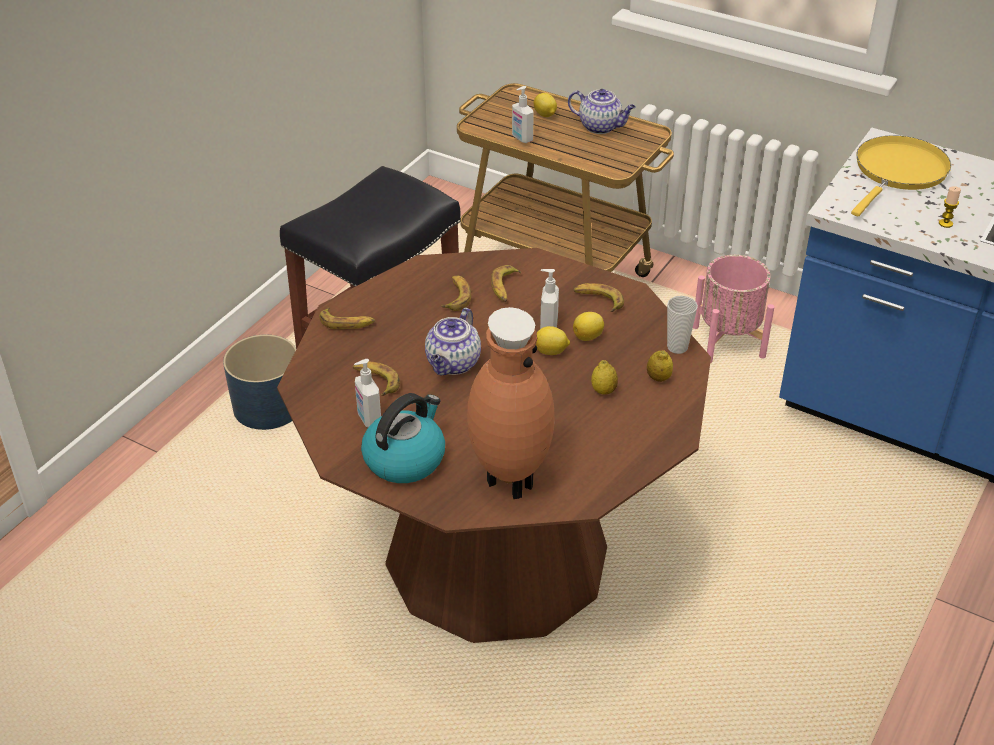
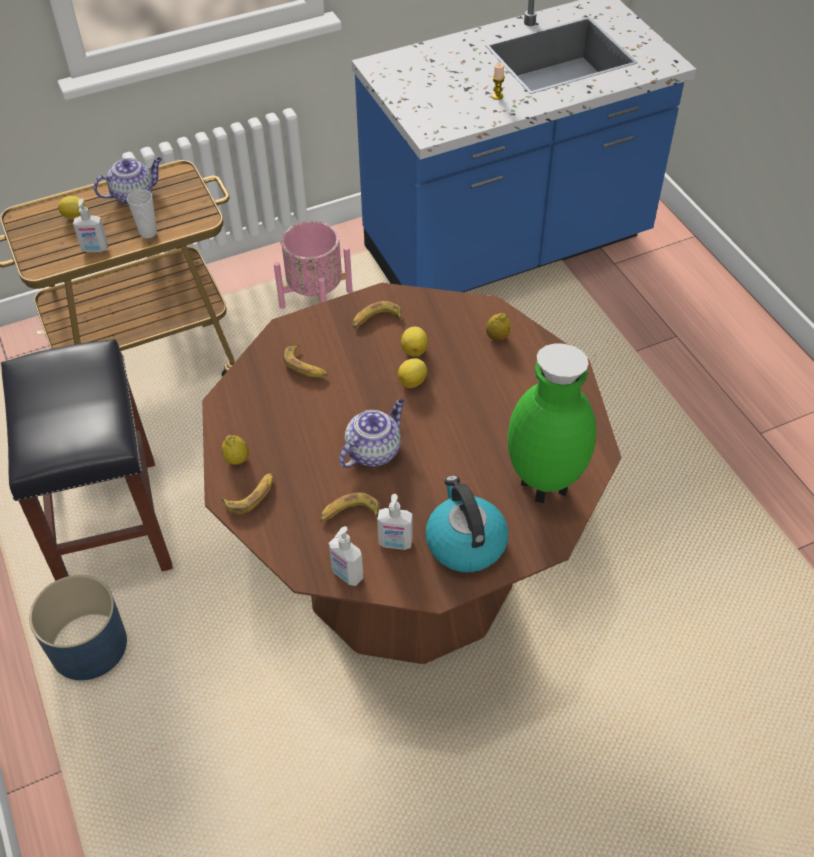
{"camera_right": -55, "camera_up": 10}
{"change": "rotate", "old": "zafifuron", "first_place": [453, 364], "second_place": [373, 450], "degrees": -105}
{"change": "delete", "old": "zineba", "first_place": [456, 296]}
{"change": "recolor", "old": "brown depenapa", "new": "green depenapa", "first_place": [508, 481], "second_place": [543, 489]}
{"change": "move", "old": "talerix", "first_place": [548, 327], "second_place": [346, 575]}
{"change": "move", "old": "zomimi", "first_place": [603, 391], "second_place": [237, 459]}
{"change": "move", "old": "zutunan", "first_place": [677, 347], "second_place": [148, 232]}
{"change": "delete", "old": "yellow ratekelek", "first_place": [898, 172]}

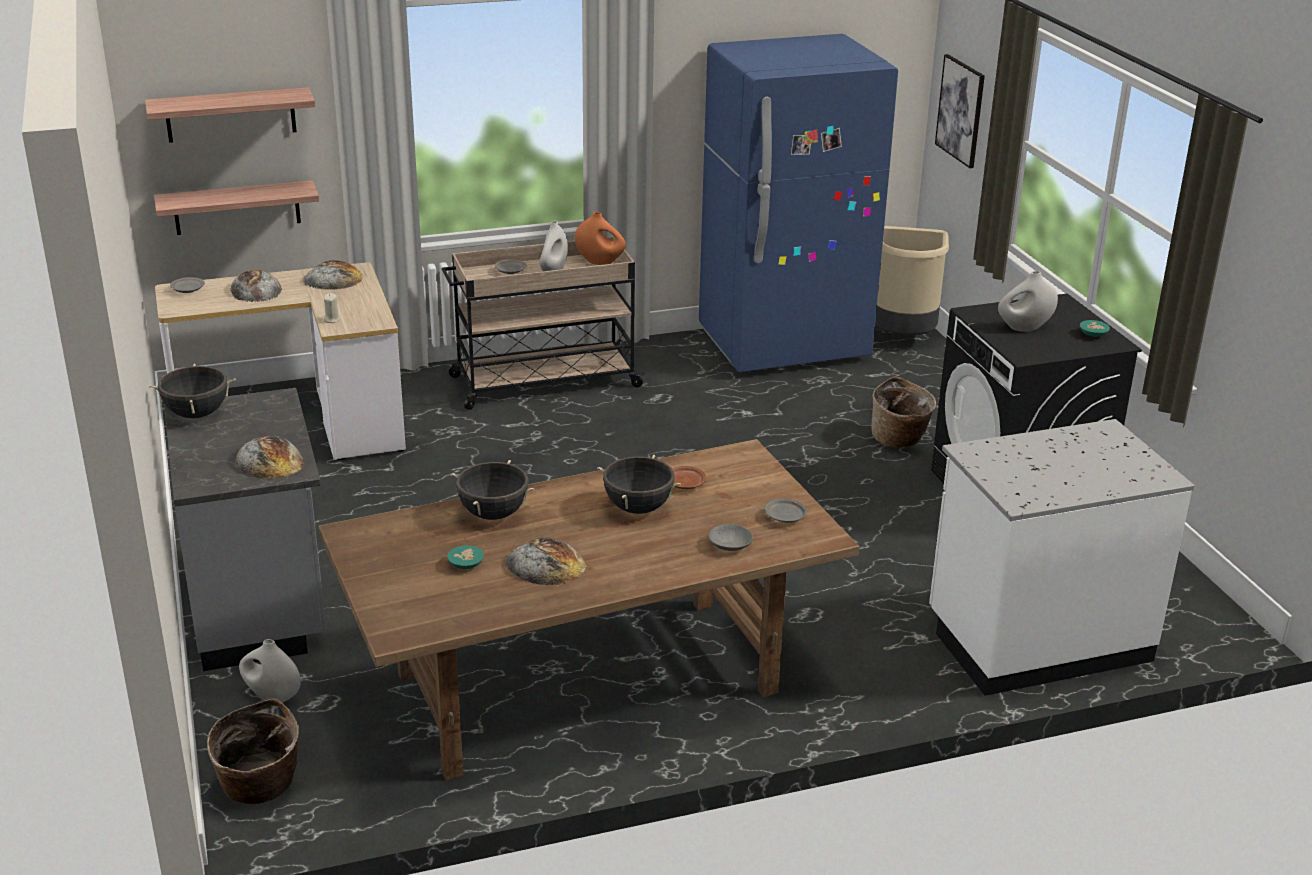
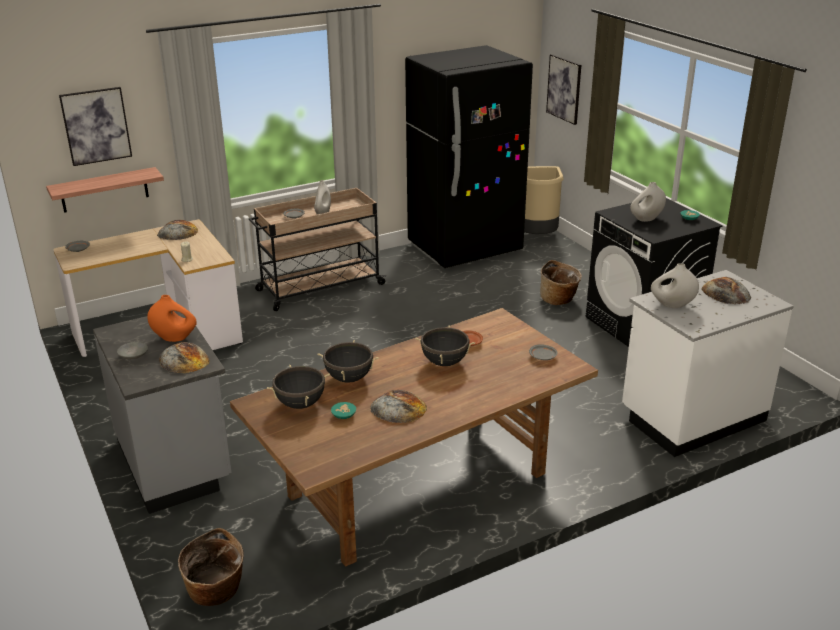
{"camera_right": -10, "camera_up": 0}
{"change": "replace", "old": "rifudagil", "new": "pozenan", "first_place": [230, 115], "second_place": [96, 126]}
{"change": "move", "old": "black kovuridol", "first_place": [197, 414], "second_place": [300, 404]}
{"change": "move", "old": "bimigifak", "first_place": [255, 290], "second_place": [726, 293]}
{"change": "move", "old": "white depenapa", "first_place": [272, 697], "second_place": [672, 305]}
{"change": "move", "old": "orange depenapa", "first_place": [600, 262], "second_place": [174, 338]}
{"change": "recolor", "old": "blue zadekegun", "new": "black zadekegun", "first_place": [784, 345], "second_place": [465, 248]}
{"change": "move", "old": "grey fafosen", "first_place": [730, 545], "second_place": [133, 355]}

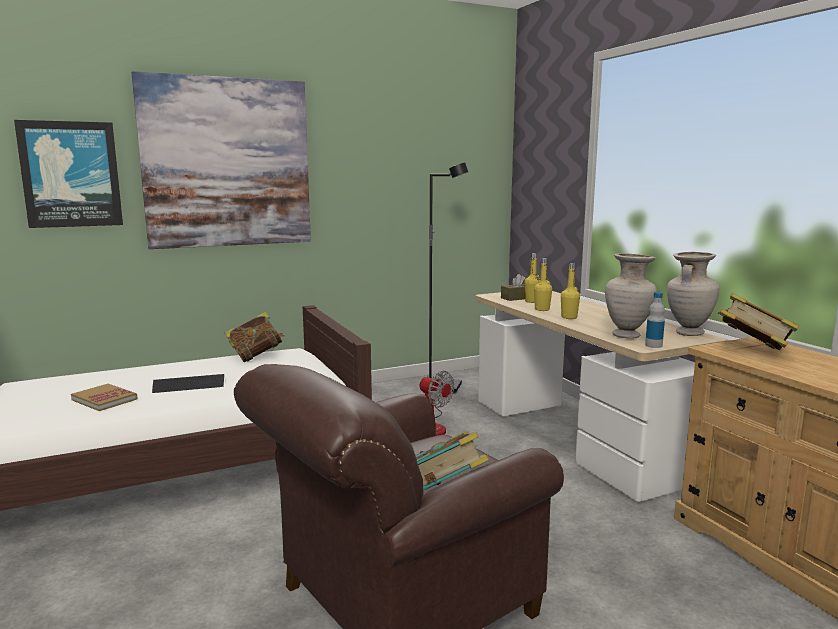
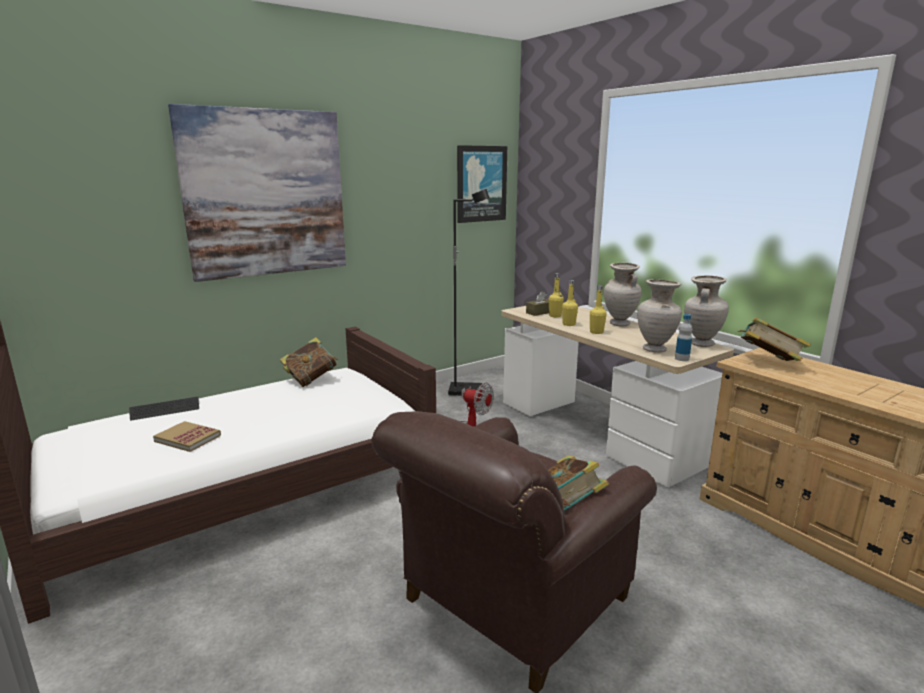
{"camera_right": -10, "camera_up": 5}
{"change": "move", "old": "pozenan", "first_place": [71, 174], "second_place": [481, 184]}
{"change": "move", "old": "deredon", "first_place": [189, 385], "second_place": [165, 410]}
{"change": "insert", "new": "beige depenapa", "second_place": [619, 324]}

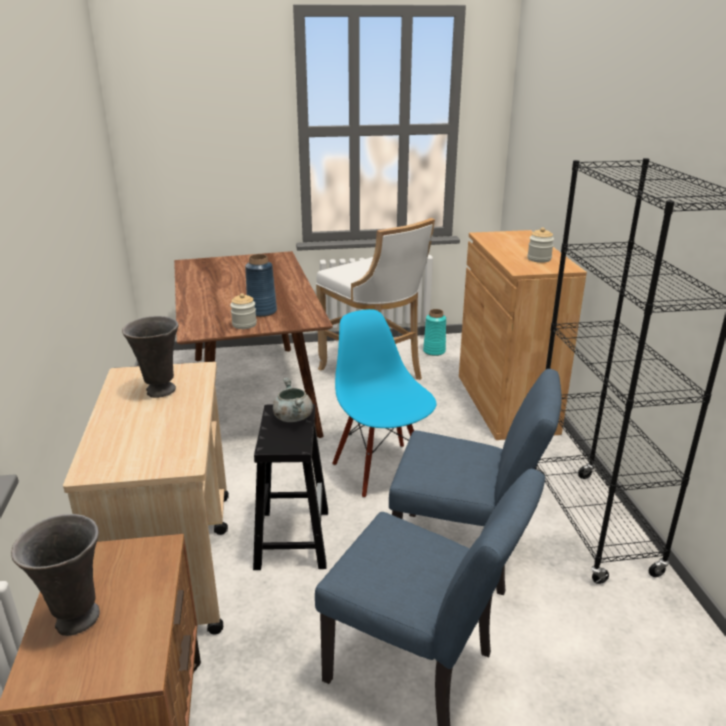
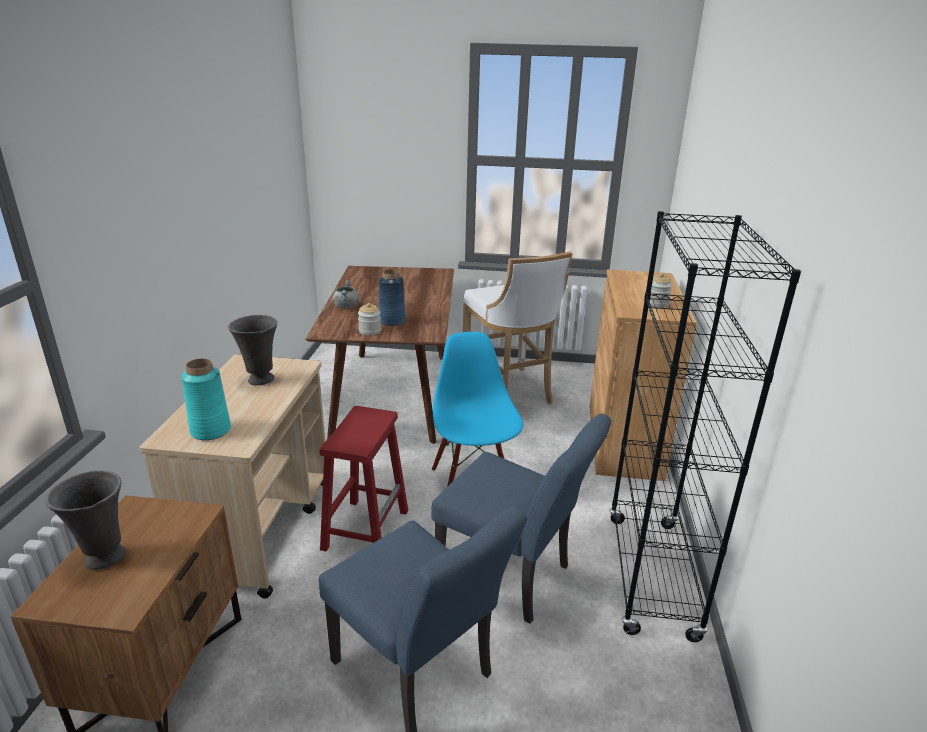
{"camera_right": 15, "camera_up": 0}
{"change": "recolor", "old": "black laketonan", "new": "red laketonan", "first_place": [292, 537], "second_place": [366, 528]}
{"change": "move", "old": "grey kovuridol", "first_place": [292, 417], "second_place": [346, 306]}
{"change": "move", "old": "turquoise depenapa", "first_place": [434, 351], "second_place": [210, 430]}

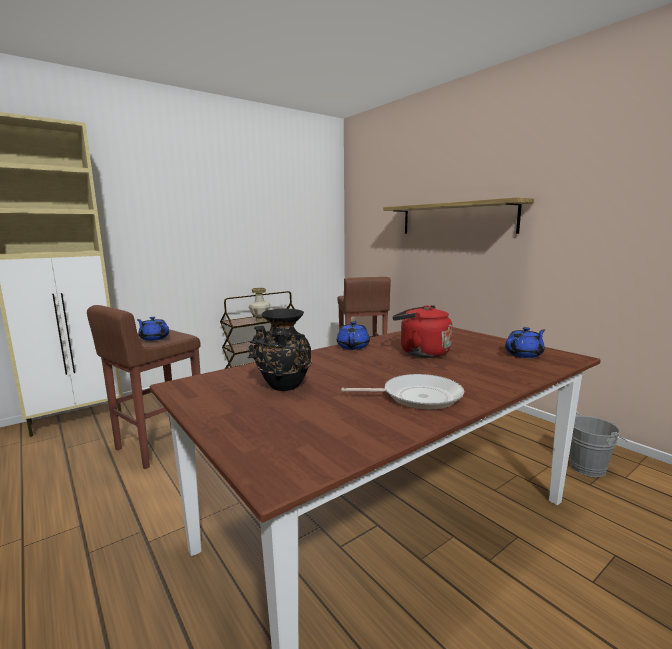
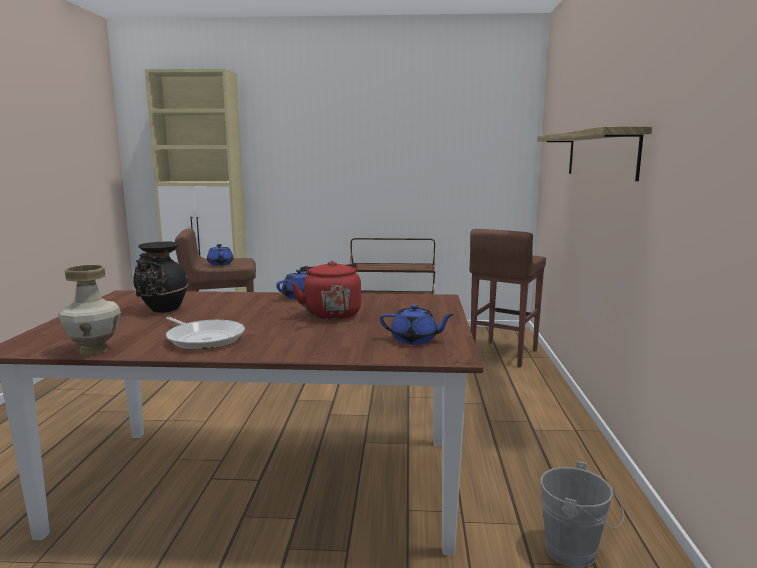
{"camera_right": 40, "camera_up": 0}
{"change": "move", "old": "depenapa", "first_place": [260, 320], "second_place": [95, 350]}

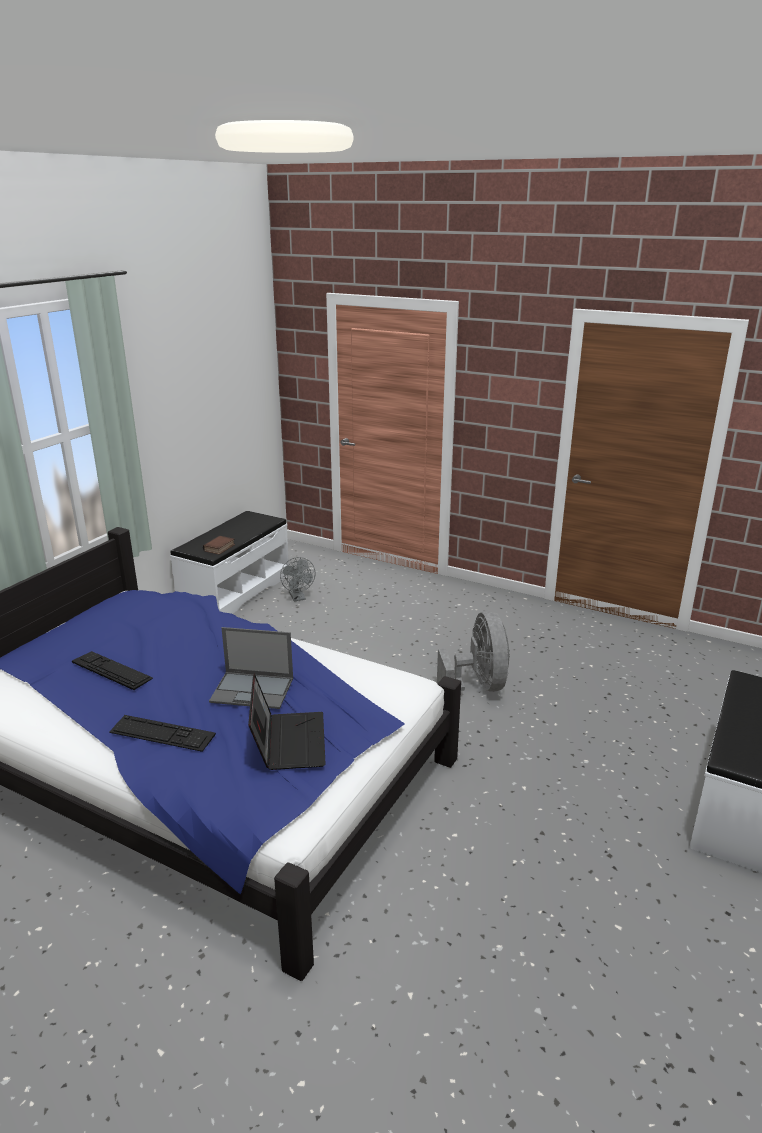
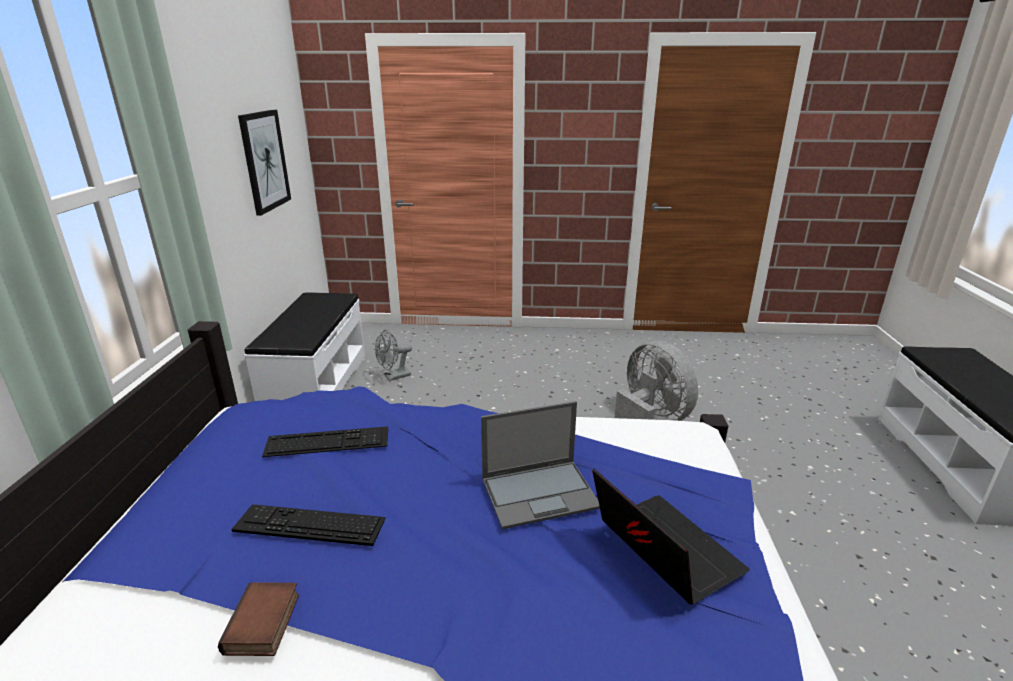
{"camera_right": -25, "camera_up": 0}
{"change": "move", "old": "deredon", "first_place": [162, 733], "second_place": [327, 442]}
{"change": "move", "old": "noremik", "first_place": [219, 548], "second_place": [264, 624]}
{"change": "rotate", "old": "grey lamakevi", "first_place": [298, 598], "second_place": [394, 377], "degrees": 105}
{"change": "insert", "new": "pozenan", "second_place": [264, 161]}

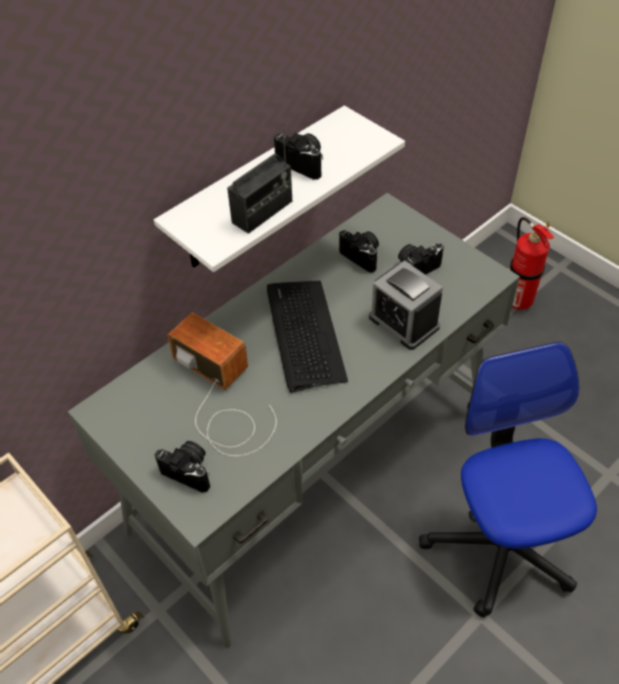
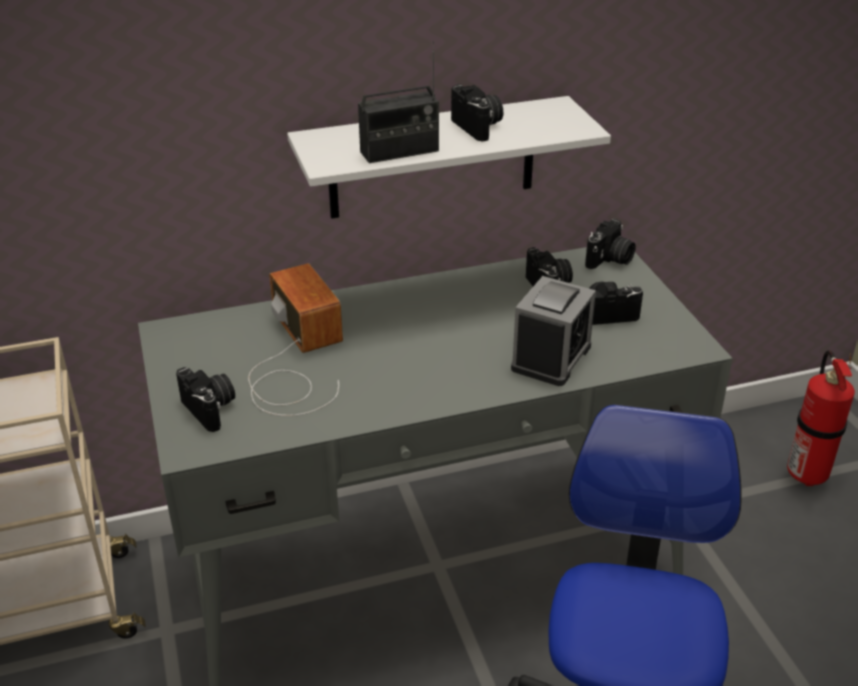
{"camera_right": 25, "camera_up": -15}
{"change": "delete", "old": "deredon", "first_place": [304, 334]}
{"change": "rotate", "old": "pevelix", "first_place": [403, 322], "second_place": [551, 357], "degrees": -135}
{"change": "insert", "new": "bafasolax", "second_place": [610, 260]}

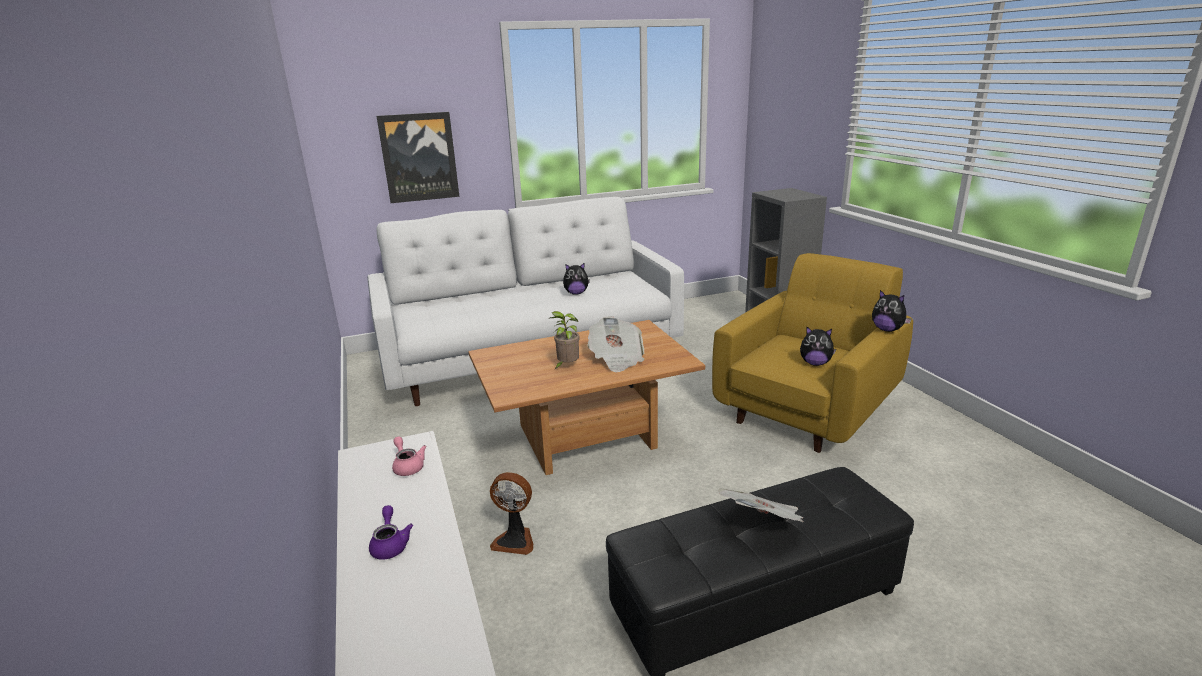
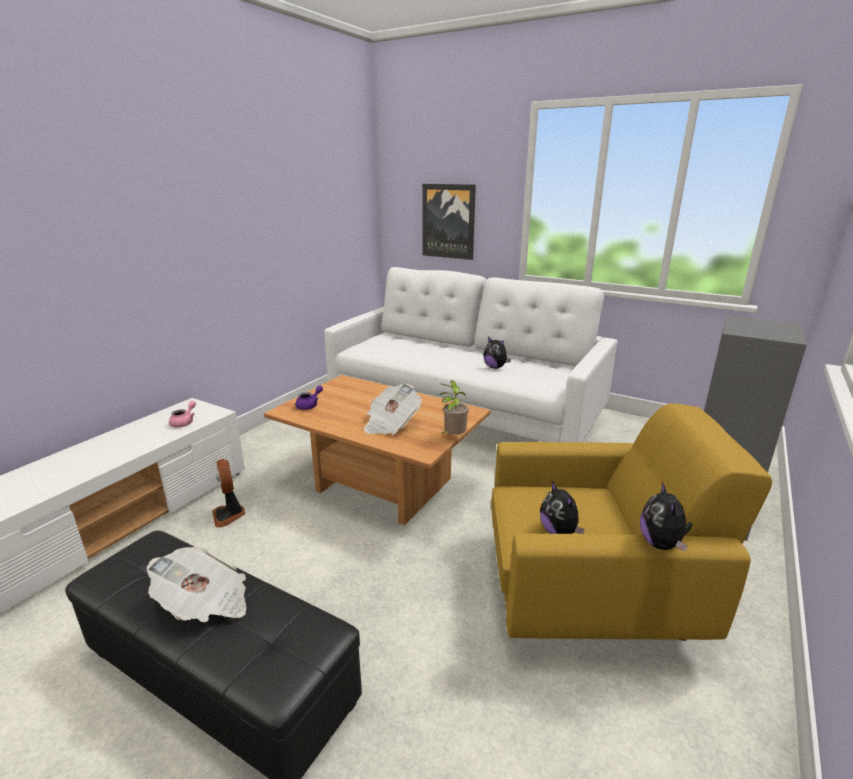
{"camera_right": 50, "camera_up": 0}
{"change": "move", "old": "purple zafifuron", "first_place": [390, 544], "second_place": [310, 405]}
{"change": "move", "old": "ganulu", "first_place": [566, 366], "second_place": [453, 437]}

